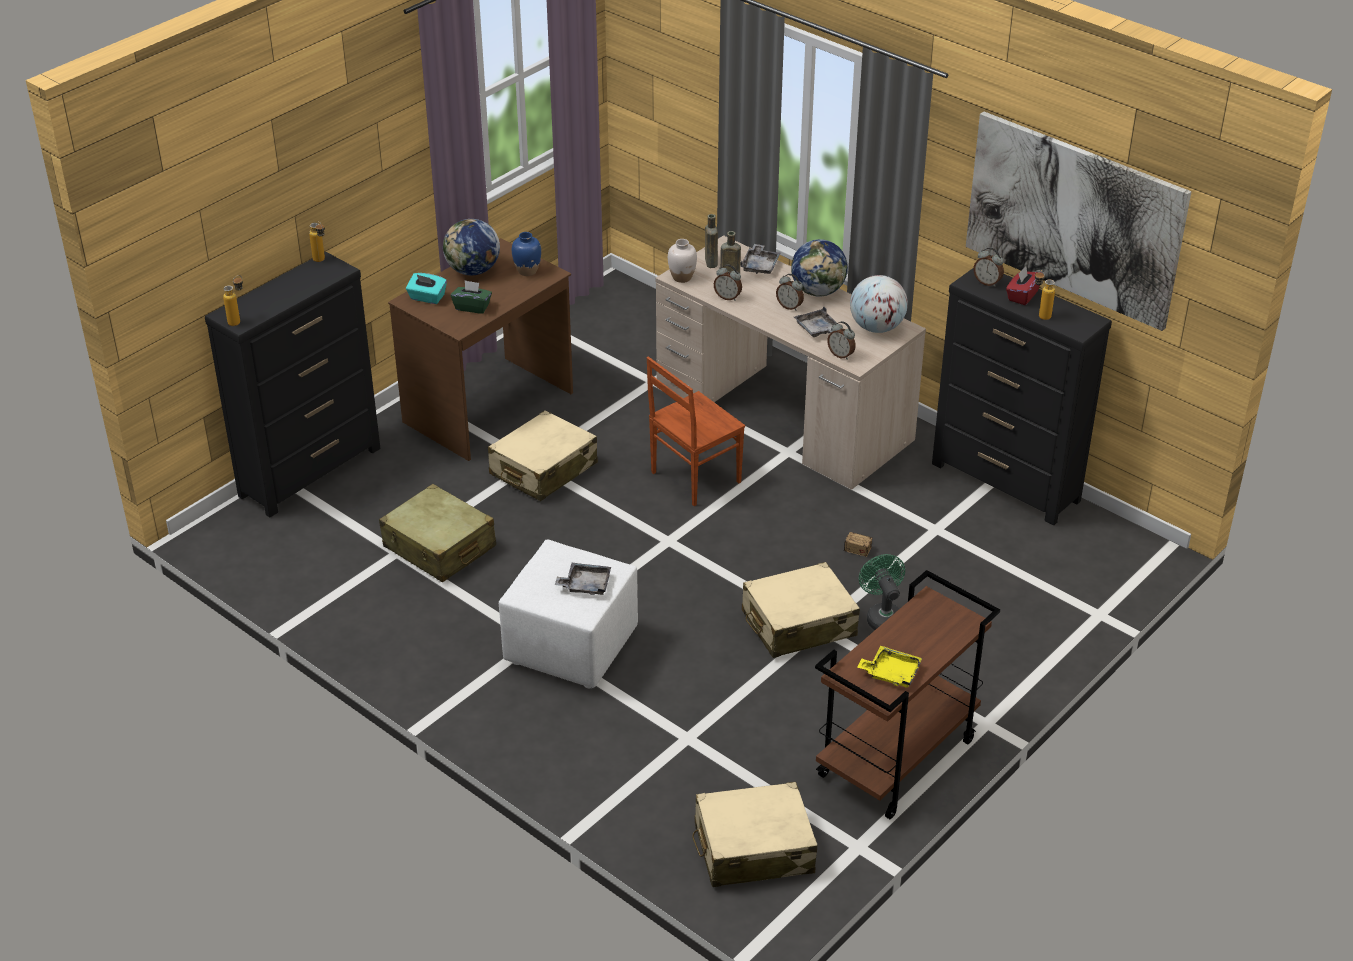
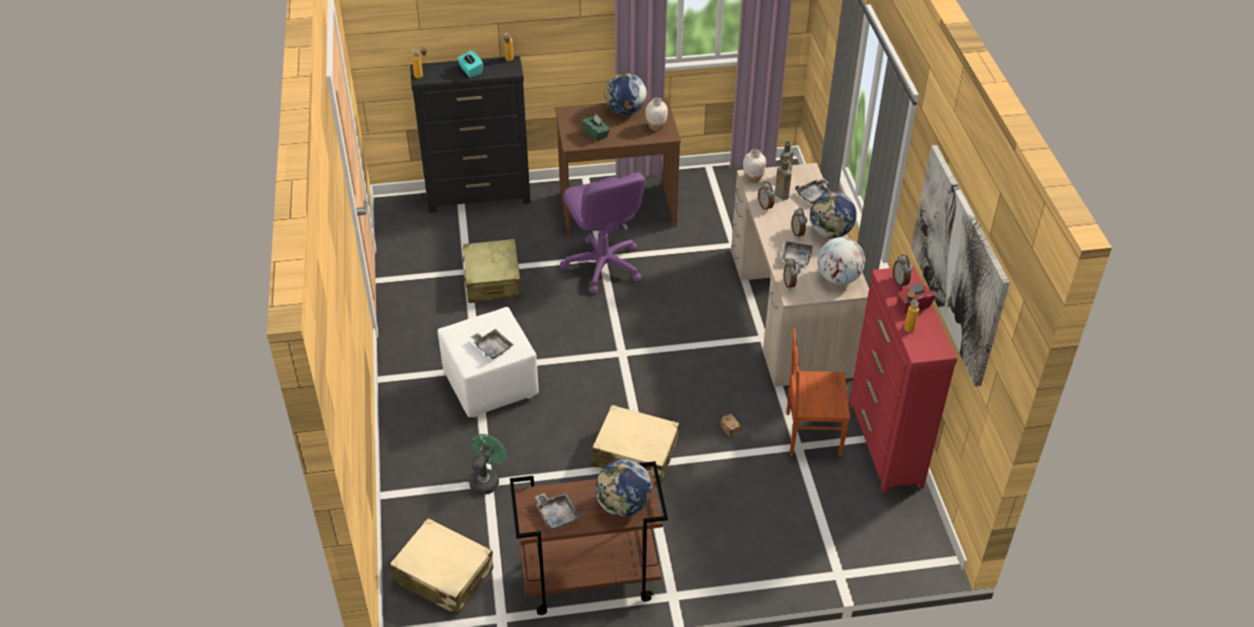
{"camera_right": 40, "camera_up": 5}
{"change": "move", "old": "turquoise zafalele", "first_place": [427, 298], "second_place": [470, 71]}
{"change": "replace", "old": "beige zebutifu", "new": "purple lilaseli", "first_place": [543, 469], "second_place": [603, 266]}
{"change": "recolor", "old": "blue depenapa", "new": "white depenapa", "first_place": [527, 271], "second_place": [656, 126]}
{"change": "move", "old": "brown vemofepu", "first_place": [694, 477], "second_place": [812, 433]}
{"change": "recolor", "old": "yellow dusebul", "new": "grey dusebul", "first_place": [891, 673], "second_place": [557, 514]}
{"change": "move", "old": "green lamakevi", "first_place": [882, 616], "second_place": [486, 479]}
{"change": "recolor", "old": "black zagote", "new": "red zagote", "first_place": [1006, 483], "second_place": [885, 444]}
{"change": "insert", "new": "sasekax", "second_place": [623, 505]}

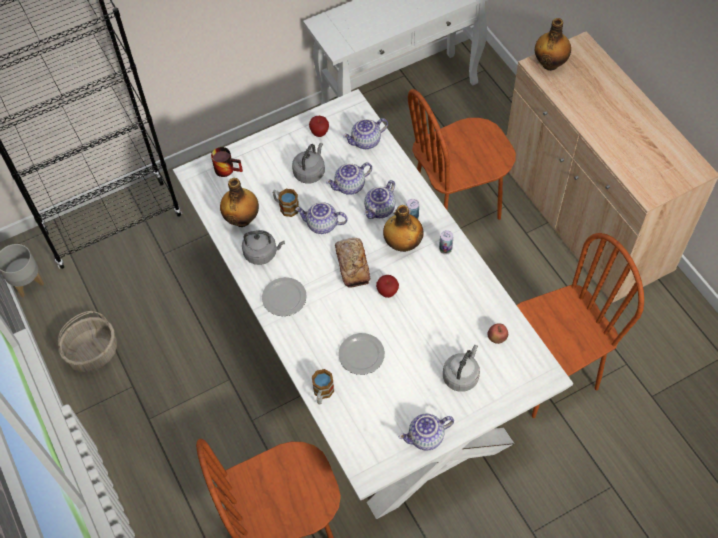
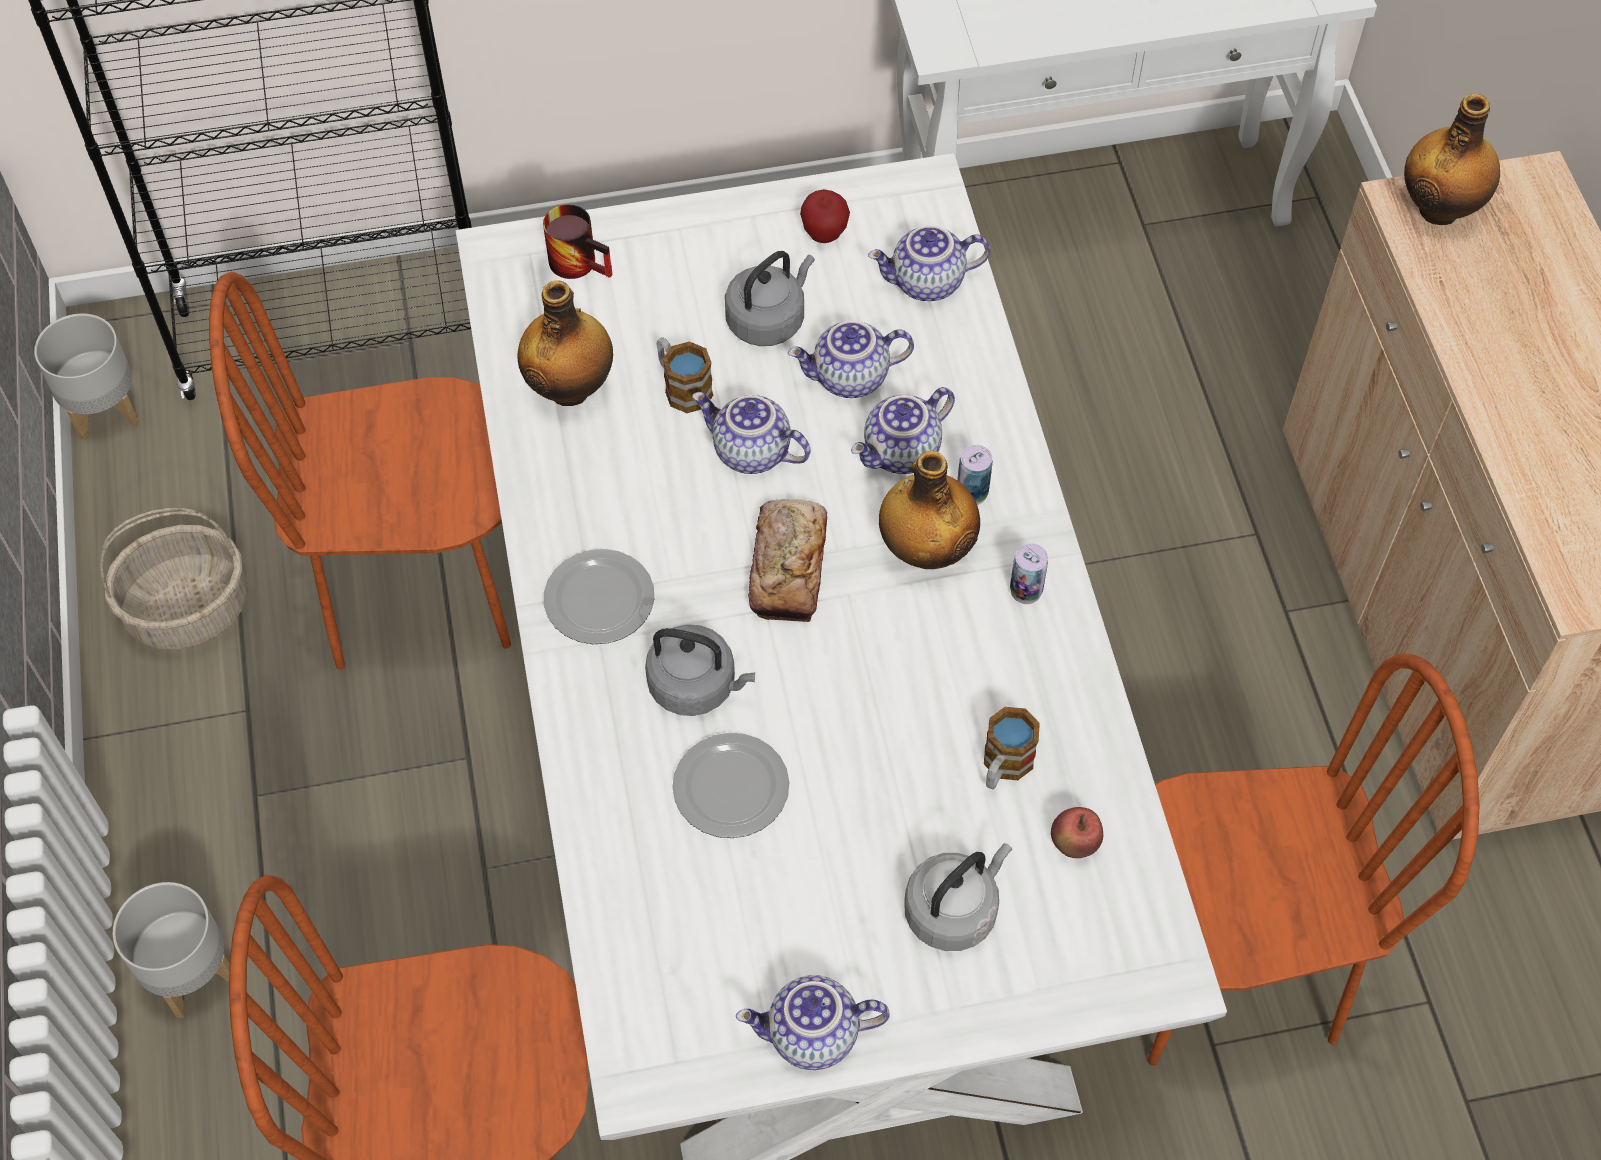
{"camera_right": 15, "camera_up": 0}
{"change": "move", "old": "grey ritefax", "first_place": [262, 253], "second_place": [697, 686]}
{"change": "move", "old": "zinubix", "first_place": [322, 393], "second_place": [1003, 766]}
{"change": "delete", "old": "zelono", "first_place": [387, 292]}
{"change": "move", "old": "brown vemofepu", "first_place": [456, 207], "second_place": [421, 588]}
{"change": "insert", "new": "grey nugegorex", "second_place": [189, 975]}

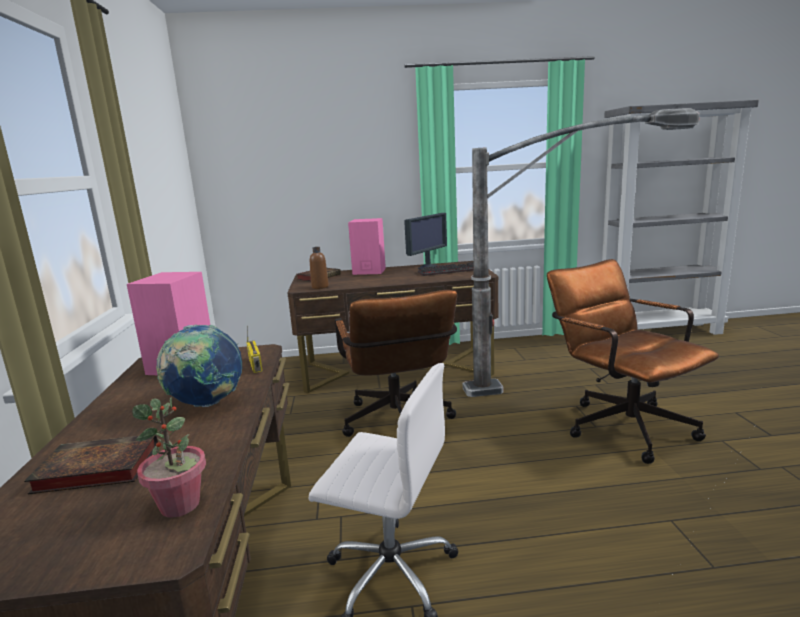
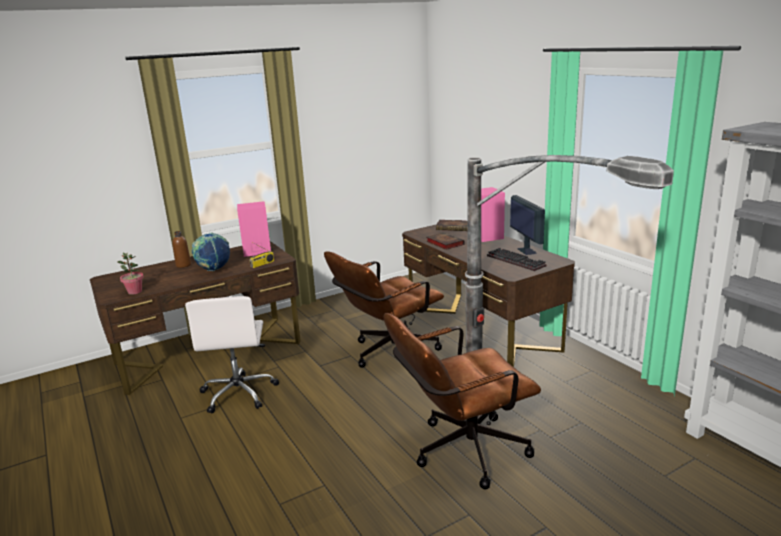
{"camera_right": 65, "camera_up": 5}
{"change": "move", "old": "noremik", "first_place": [94, 470], "second_place": [444, 243]}
{"change": "move", "old": "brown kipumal", "first_place": [320, 287], "second_place": [183, 265]}
{"change": "rotate", "old": "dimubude", "first_place": [428, 266], "second_place": [526, 250], "degrees": -120}
{"change": "rotate", "old": "brown lilaseli", "first_place": [620, 424], "second_place": [461, 452], "degrees": -150}

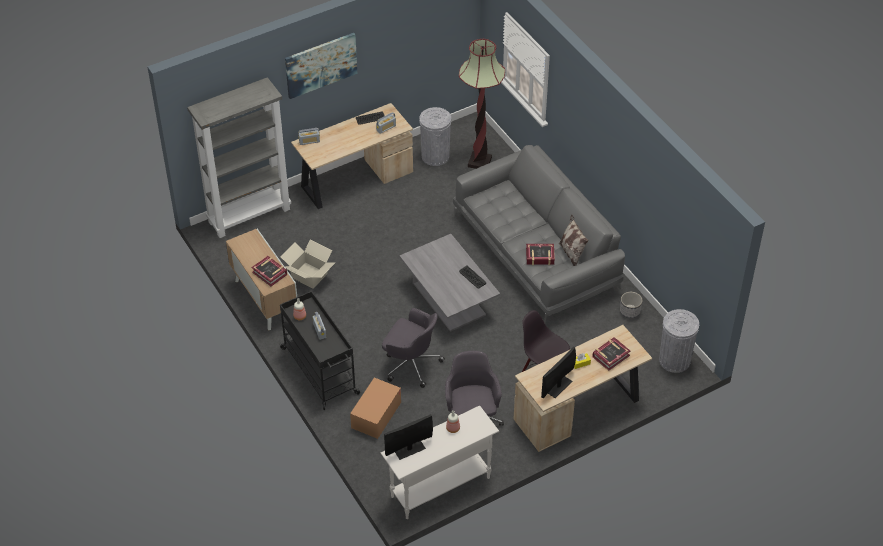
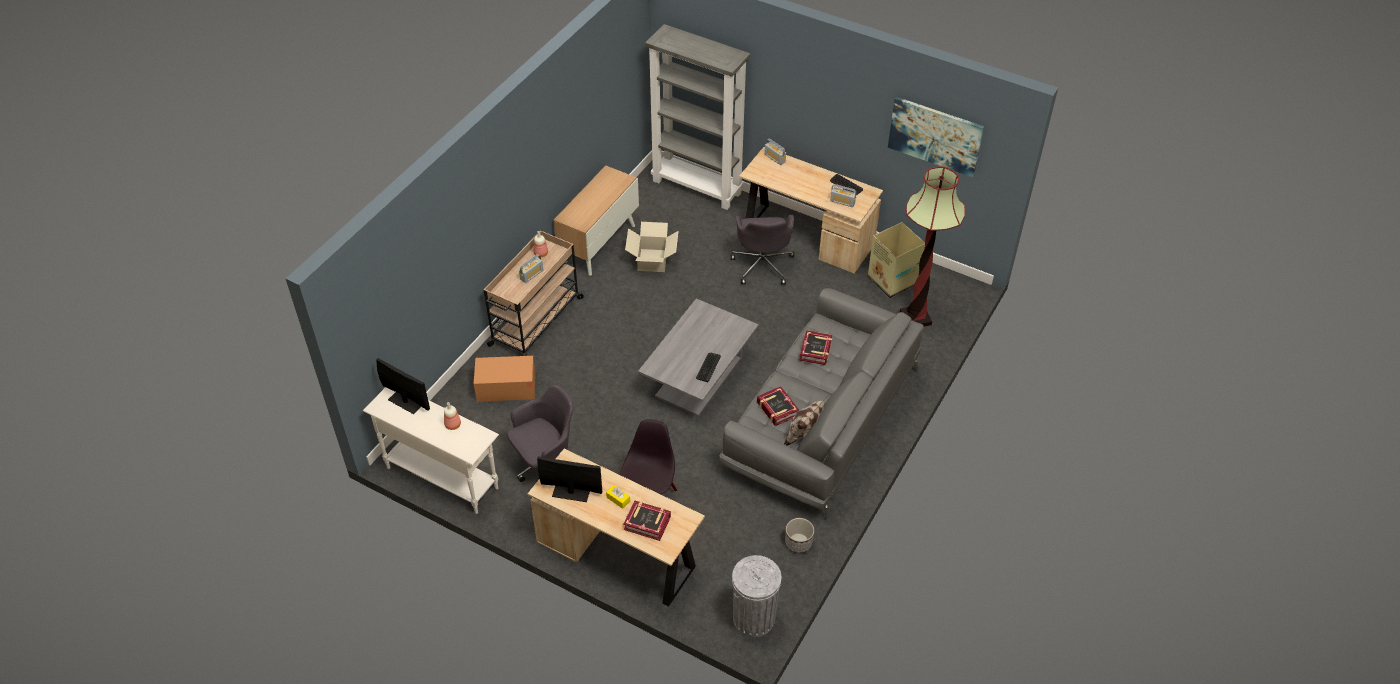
{"camera_right": 60, "camera_up": 0}
{"change": "move", "old": "noremik", "first_place": [270, 273], "second_place": [816, 350]}
{"change": "recolor", "old": "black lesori", "new": "beige lesori", "first_place": [320, 371], "second_place": [535, 322]}
{"change": "move", "old": "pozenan", "first_place": [321, 65], "second_place": [935, 136]}
{"change": "move", "old": "grey lilaseli", "first_place": [411, 363], "second_place": [762, 265]}
{"change": "replace", "old": "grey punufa", "new": "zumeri", "first_place": [435, 156], "second_place": [892, 280]}

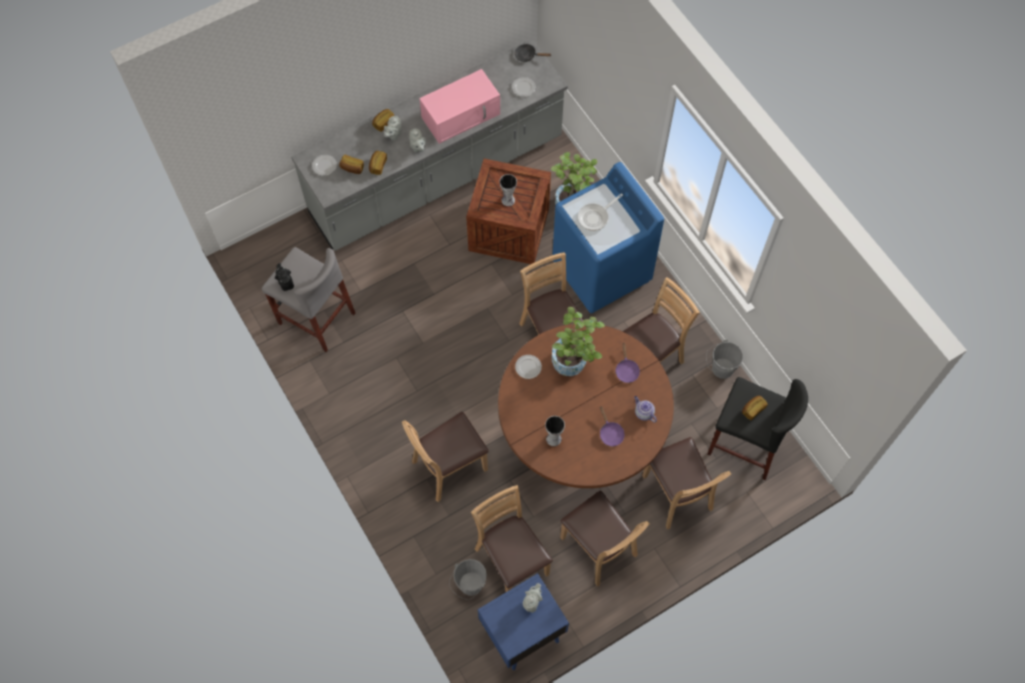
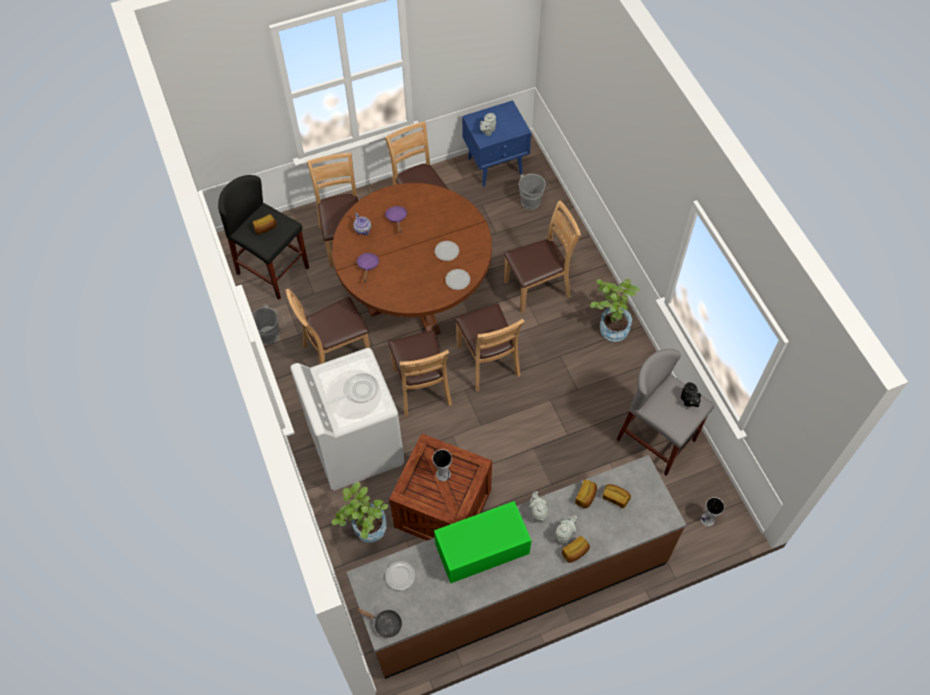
{"camera_right": -170, "camera_up": -5}
{"change": "recolor", "old": "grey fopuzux", "new": "brown fopuzux", "first_place": [437, 177], "second_place": [514, 586]}
{"change": "move", "old": "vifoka", "first_place": [324, 166], "second_place": [447, 252]}
{"change": "recolor", "old": "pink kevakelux", "new": "green kevakelux", "first_place": [461, 115], "second_place": [481, 549]}
{"change": "move", "old": "brown vemofepu", "first_place": [511, 560], "second_place": [488, 362]}
{"change": "move", "old": "depenapa", "first_place": [553, 438], "second_place": [708, 520]}
{"change": "recolor", "old": "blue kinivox", "new": "white kinivox", "first_place": [601, 271], "second_place": [355, 446]}
{"change": "move", "old": "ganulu", "first_place": [573, 363], "second_place": [610, 326]}

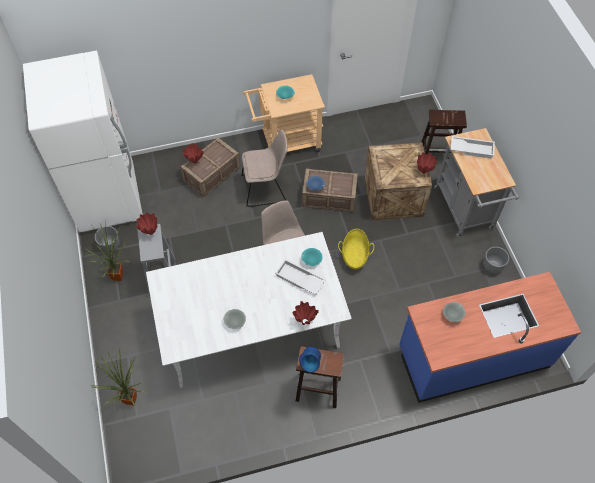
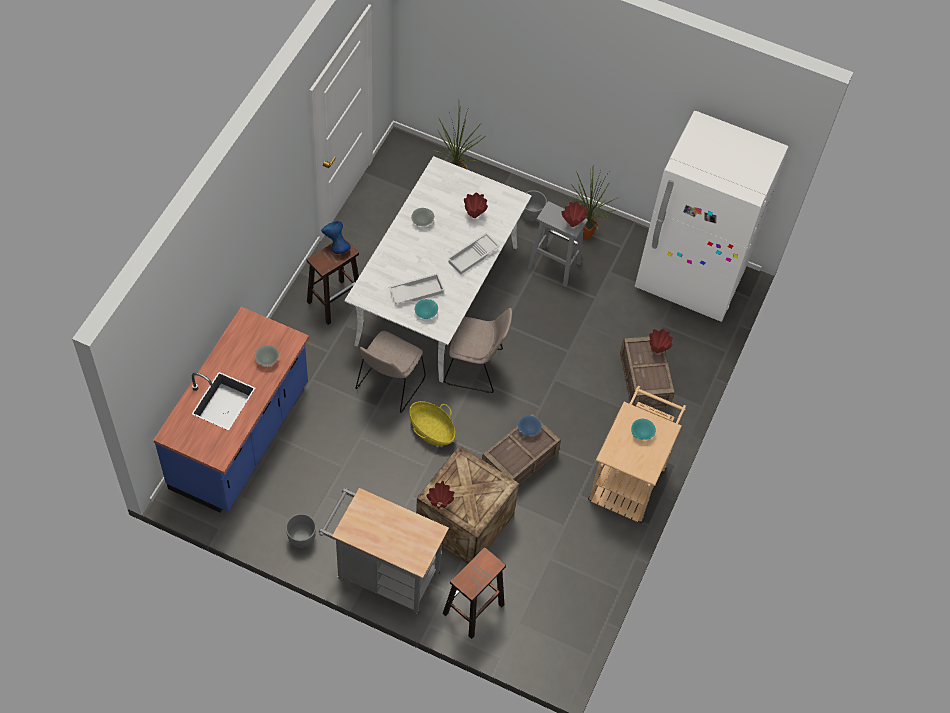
{"camera_right": 125, "camera_up": 0}
{"change": "move", "old": "grey nugegorex", "first_place": [110, 246], "second_place": [531, 214]}
{"change": "move", "old": "beige vemofepu", "first_place": [266, 188], "second_place": [389, 385]}
{"change": "move", "old": "red depenapa", "first_place": [304, 321], "second_place": [474, 215]}
{"change": "move", "old": "white dusebul", "first_place": [472, 149], "second_place": [473, 256]}

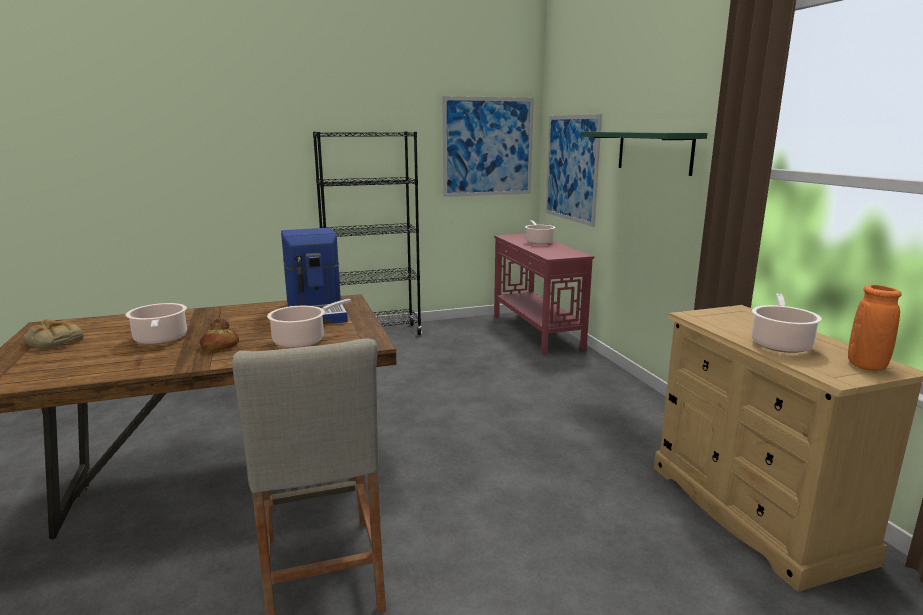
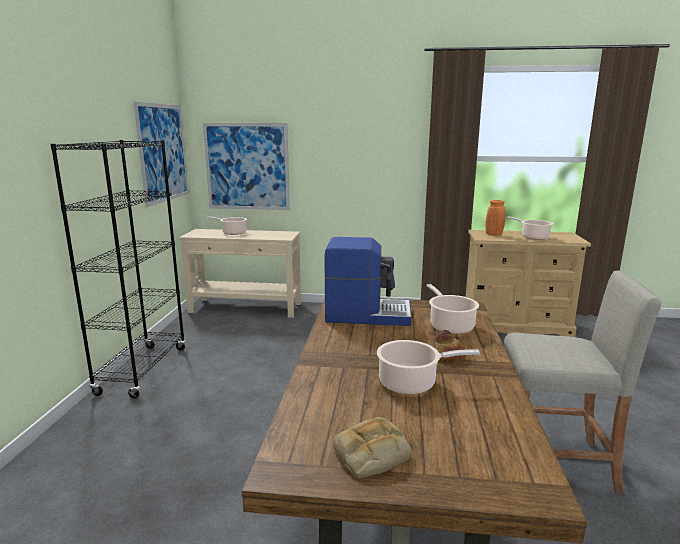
{"camera_right": -65, "camera_up": 0}
{"change": "recolor", "old": "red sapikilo", "new": "beige sapikilo", "first_place": [536, 332], "second_place": [246, 308]}
{"change": "delete", "old": "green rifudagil", "first_place": [654, 152]}
{"change": "move", "old": "orange depenapa", "first_place": [866, 366], "second_place": [494, 234]}

